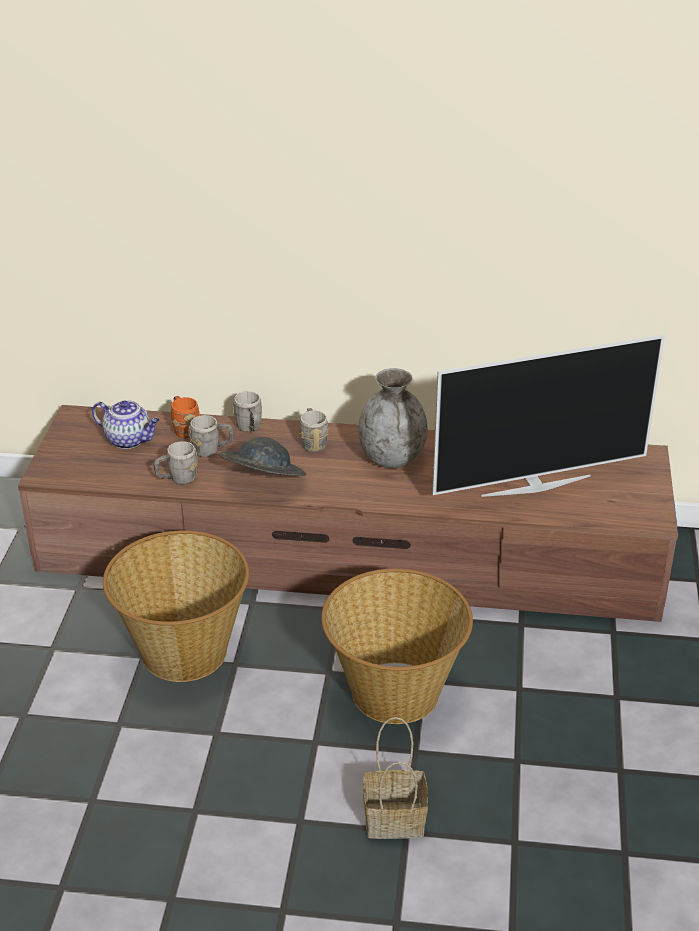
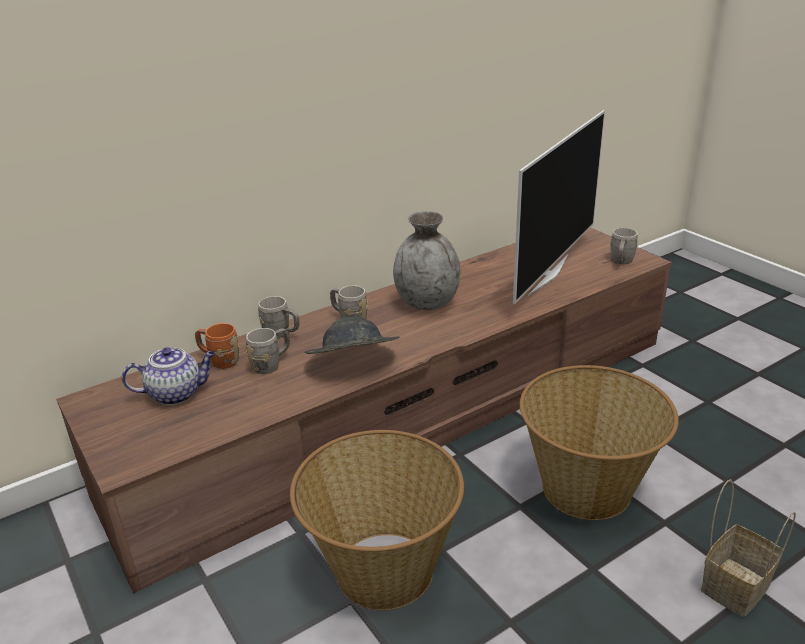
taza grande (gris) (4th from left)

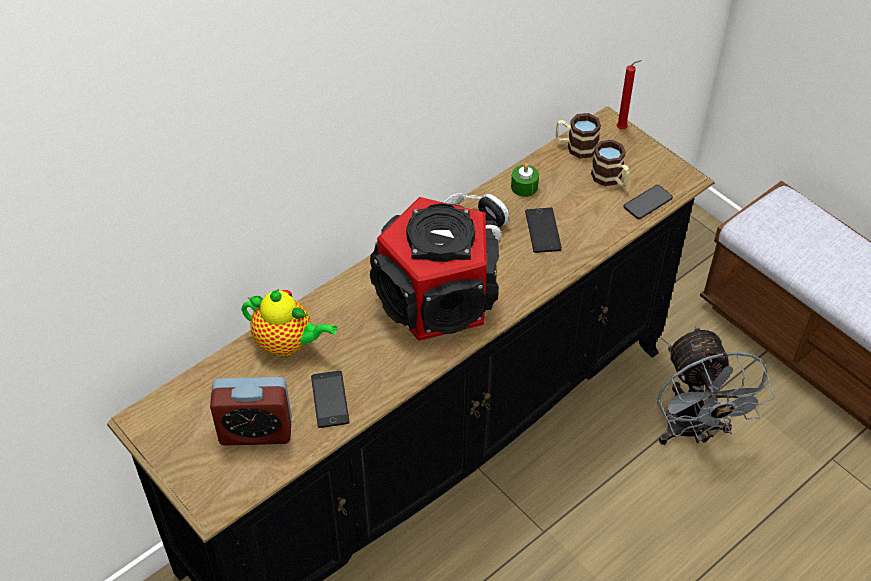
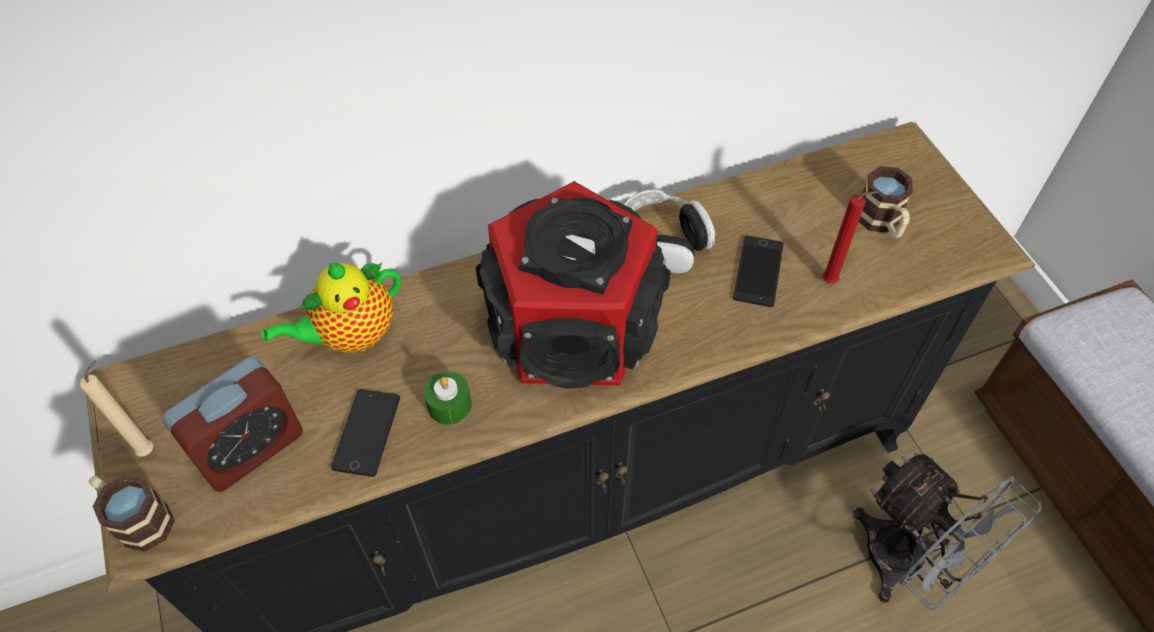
móvil (3rd from left in the first image); vela (beis); vela (verde); taza grande (1st from left); vela (rojo); despertador; tetera; ventilador (gris)

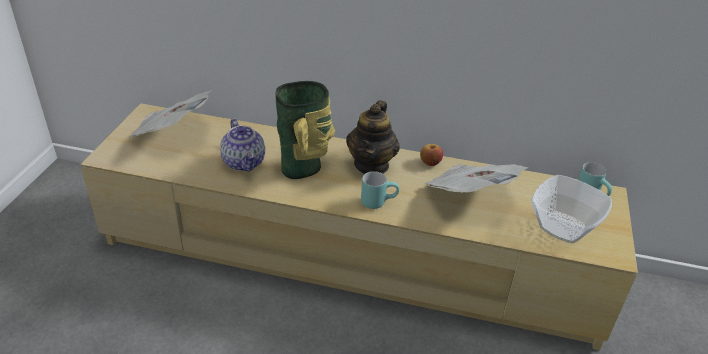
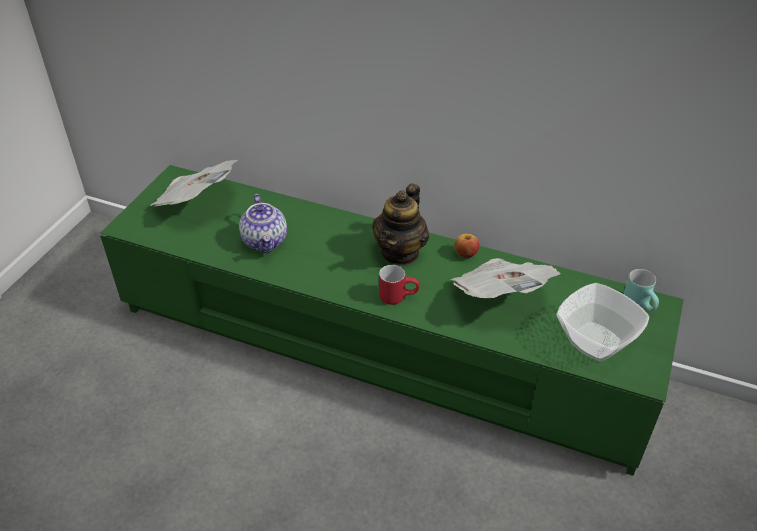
florero; mueble de televisión (verde); taza grande (rojo)

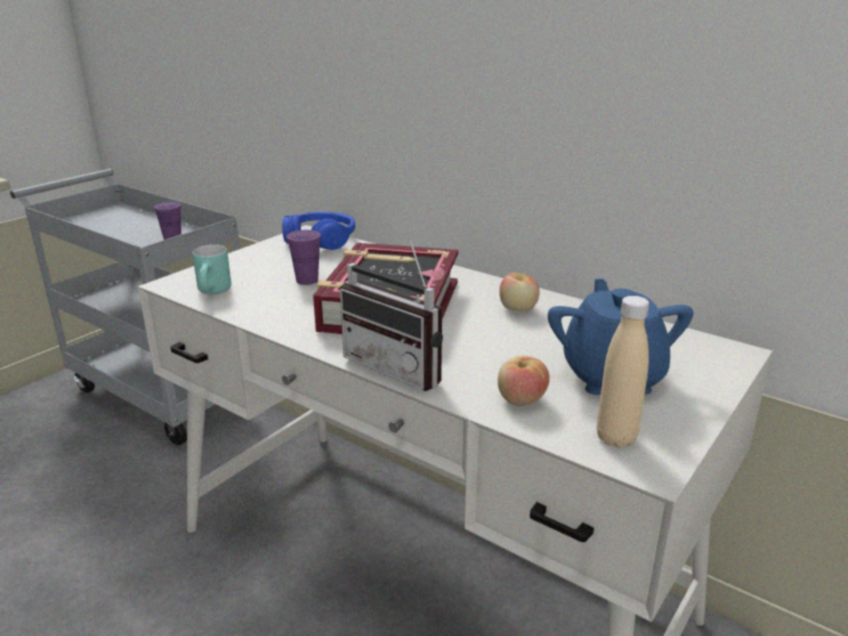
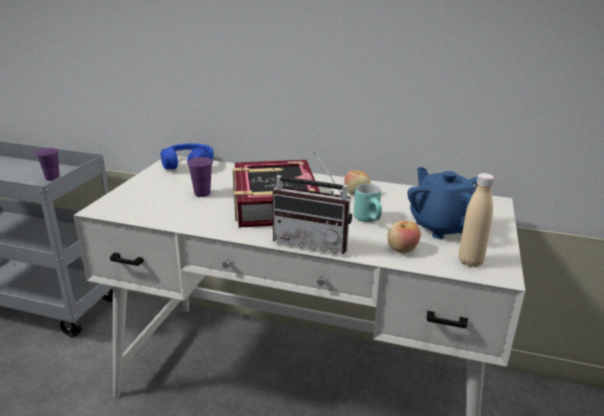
taza grande (turquesa)

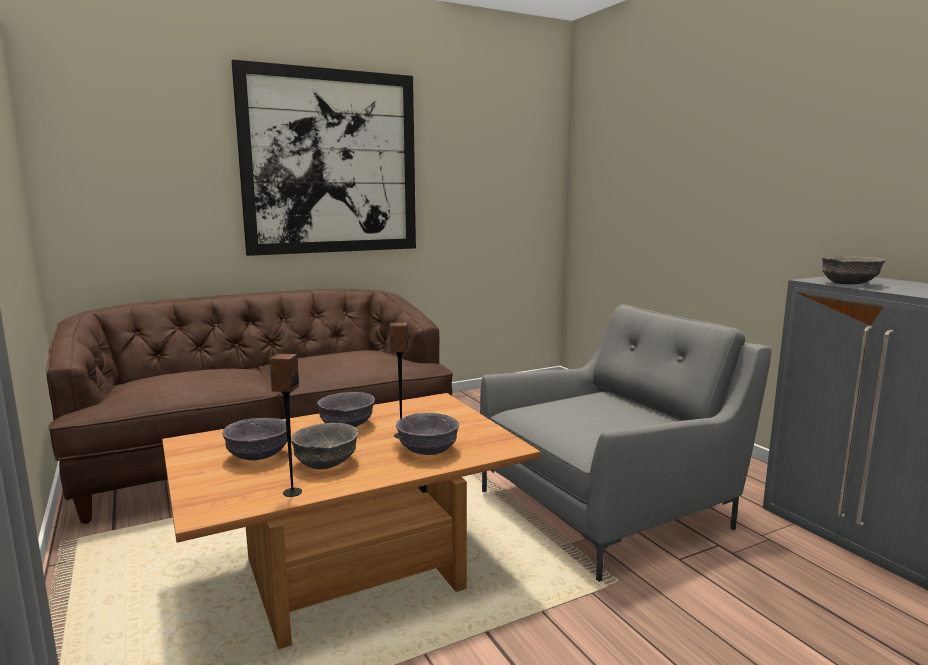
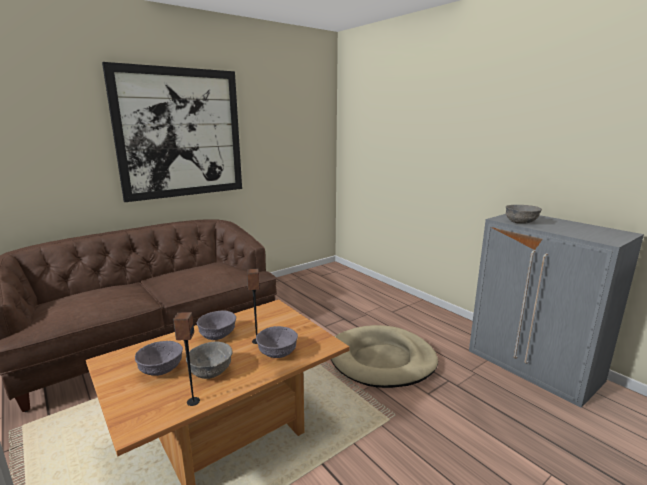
cama para perro (beis)

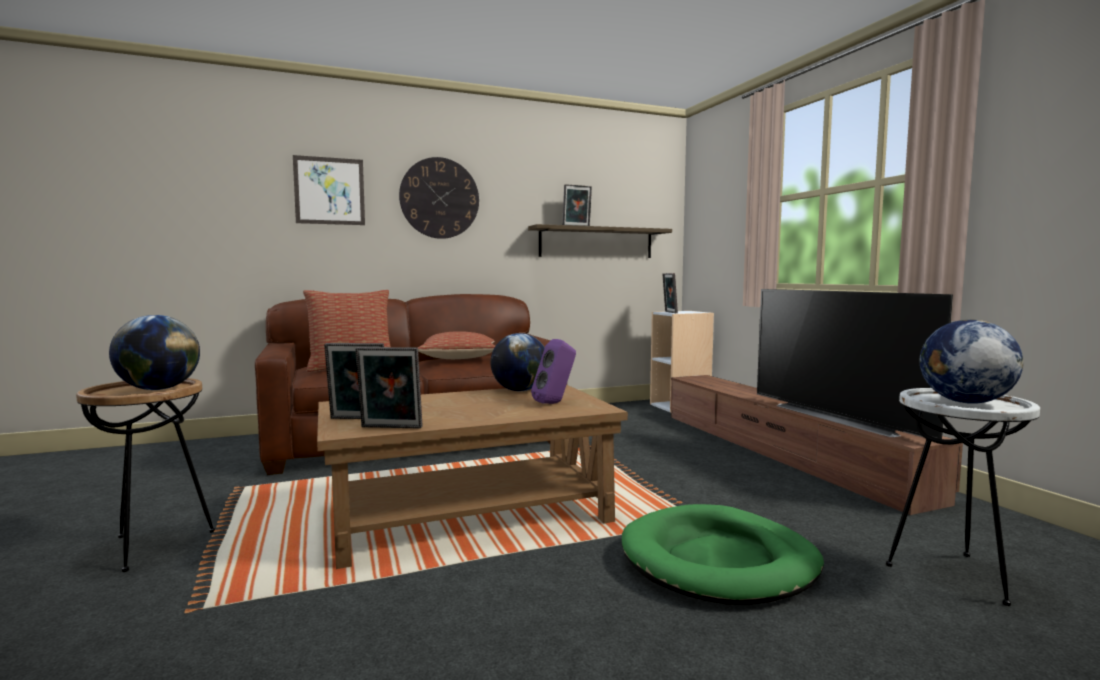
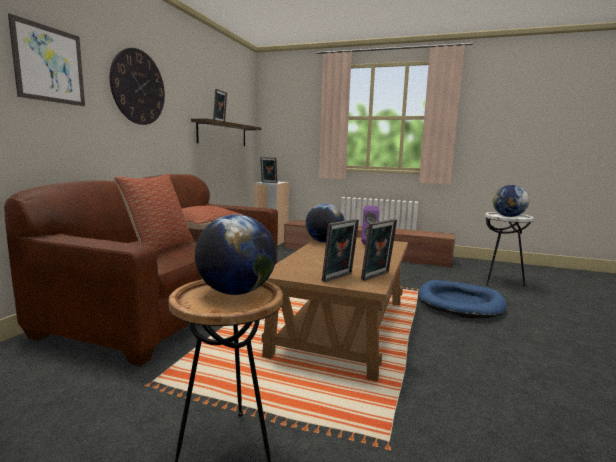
televisor; cama para perro (azul)

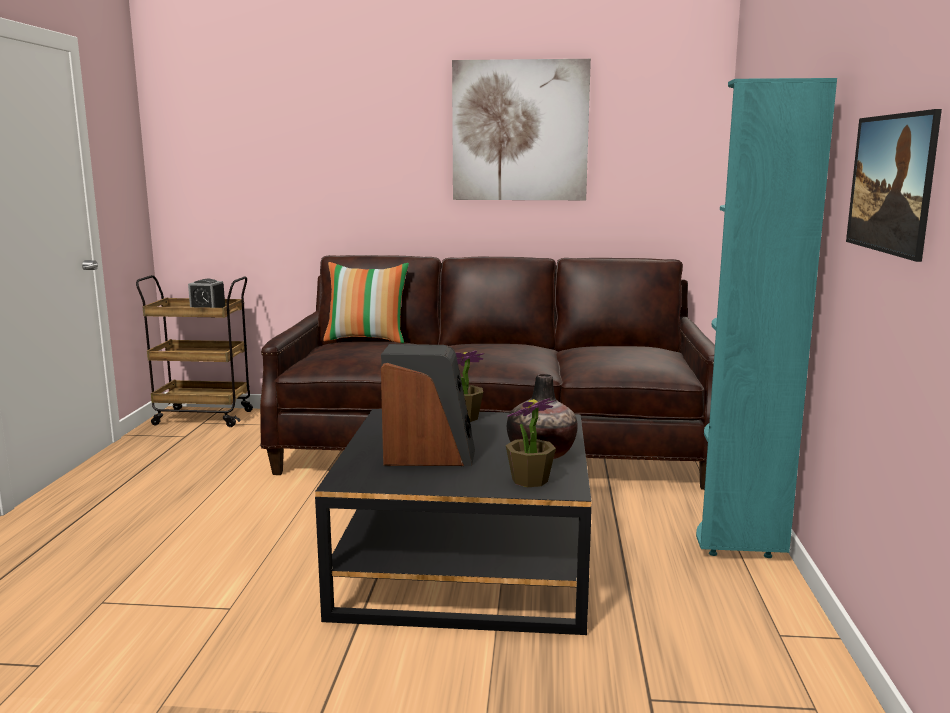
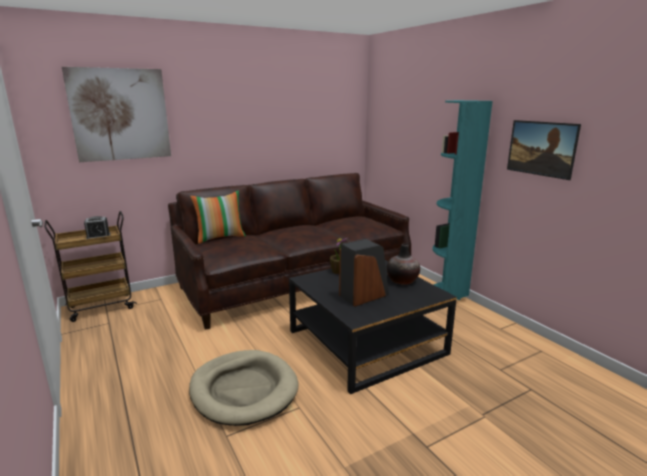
planta en maceta (2nd from left in the first image); cama para perro (beis); cuadro (1st from left)

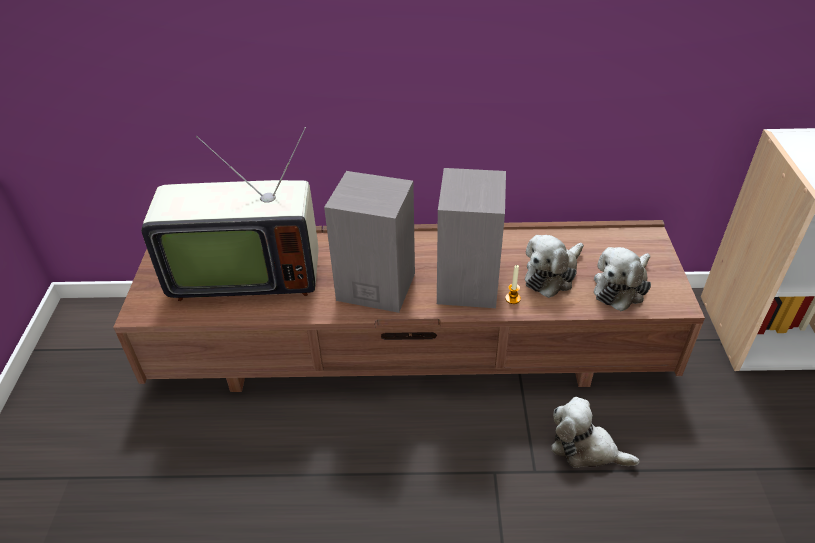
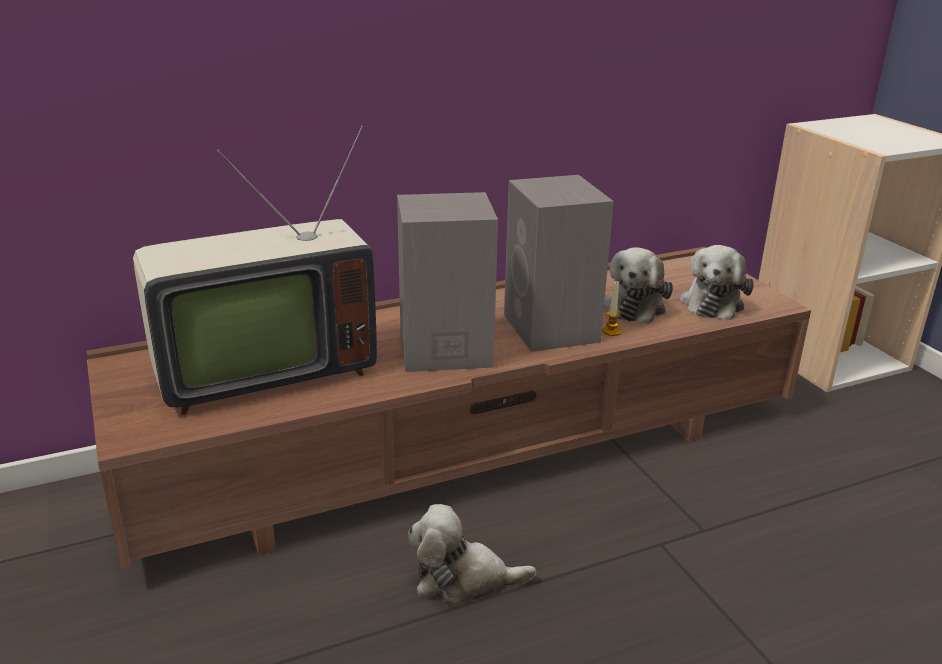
peluche (1st from left)

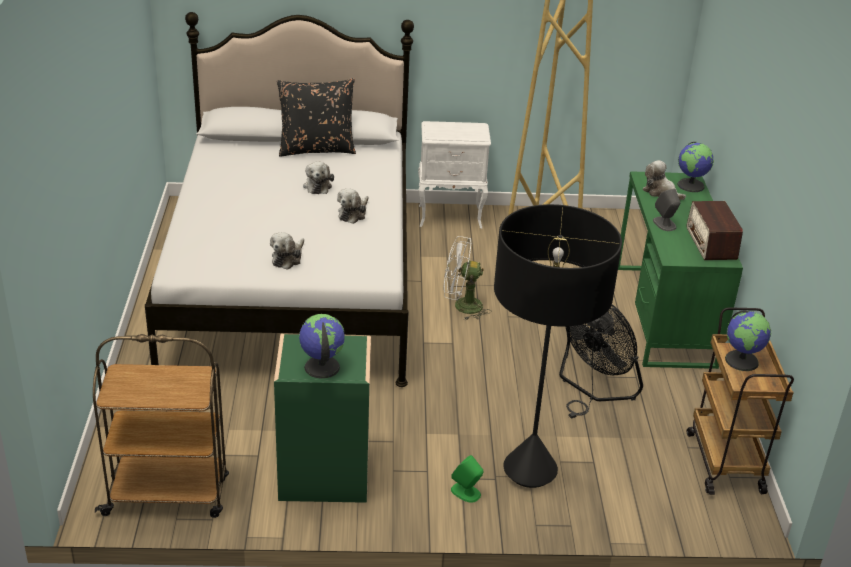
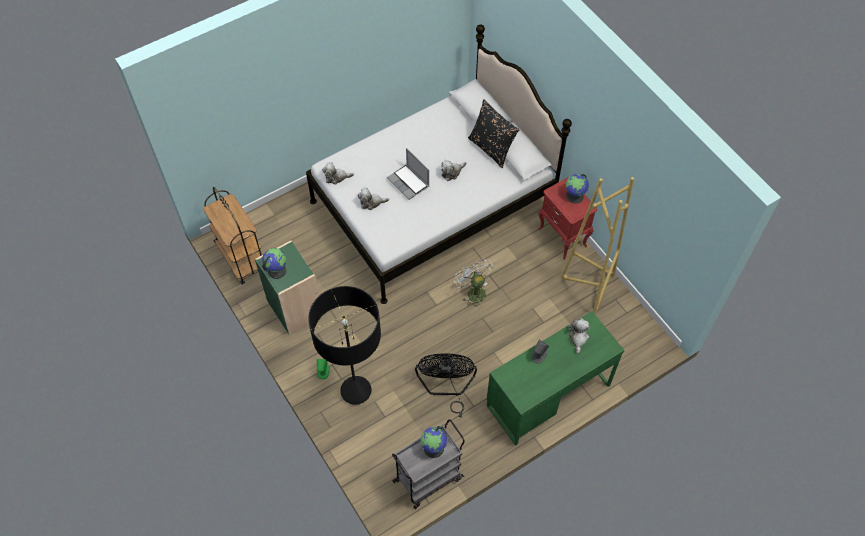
radio; portátil; peluche (1st from left); globo terráqueo (3rd from left); mesita de noche (rojo); carrito (gris); ventilador (negro)

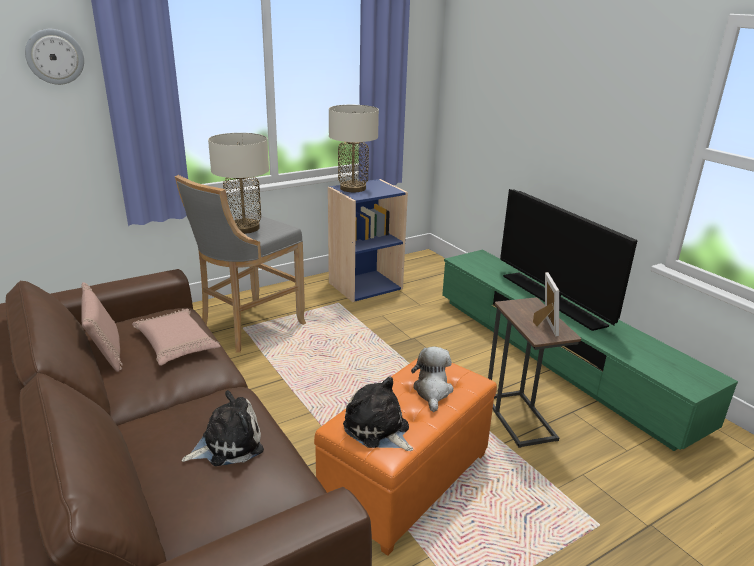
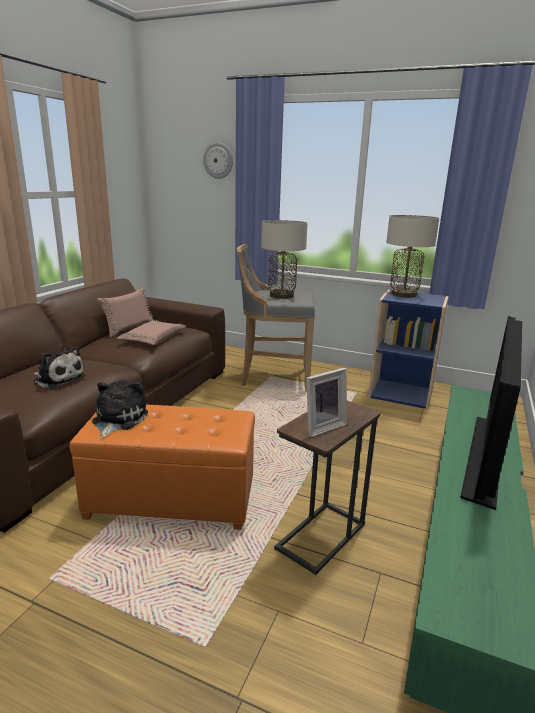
peluche (3rd from left in the first image)

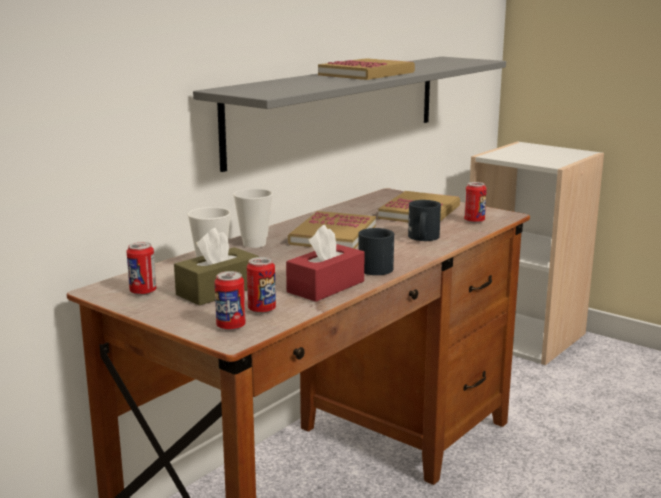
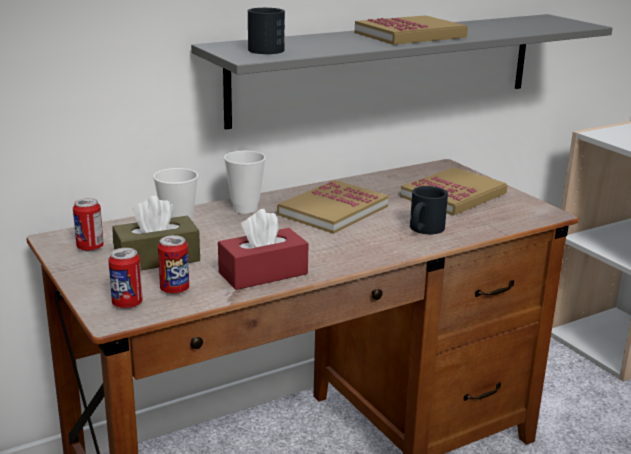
lata (4th from left in the first image); taza grande (negro) (1st from left)

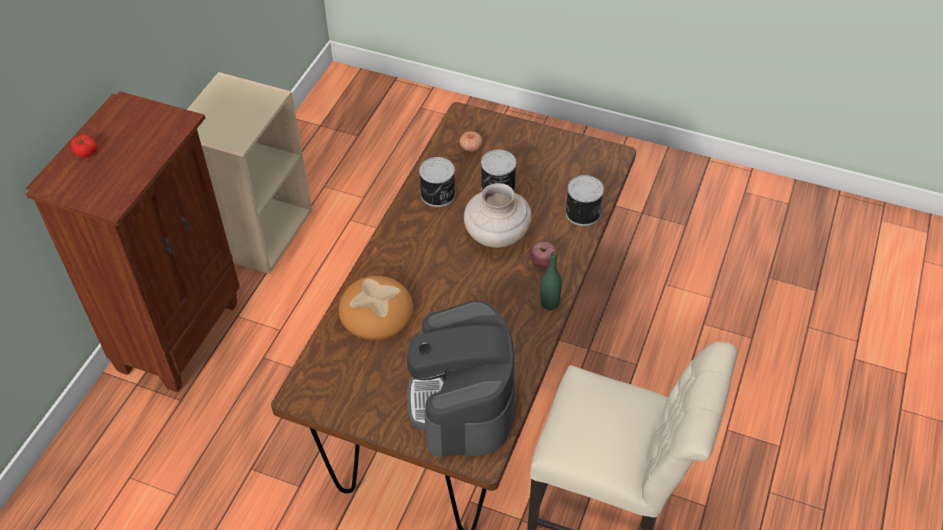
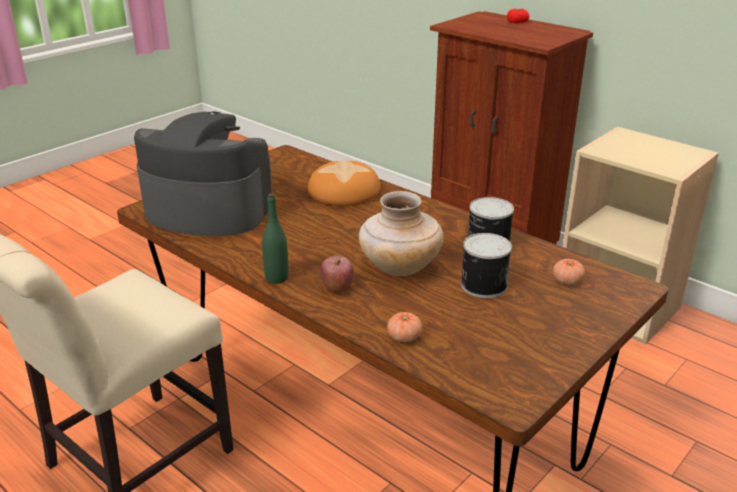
tomate (1st from left)

